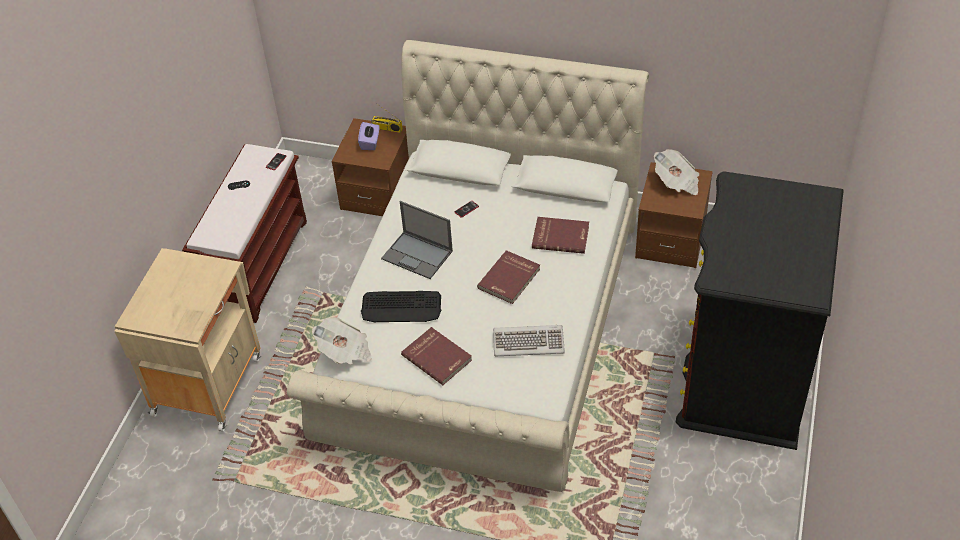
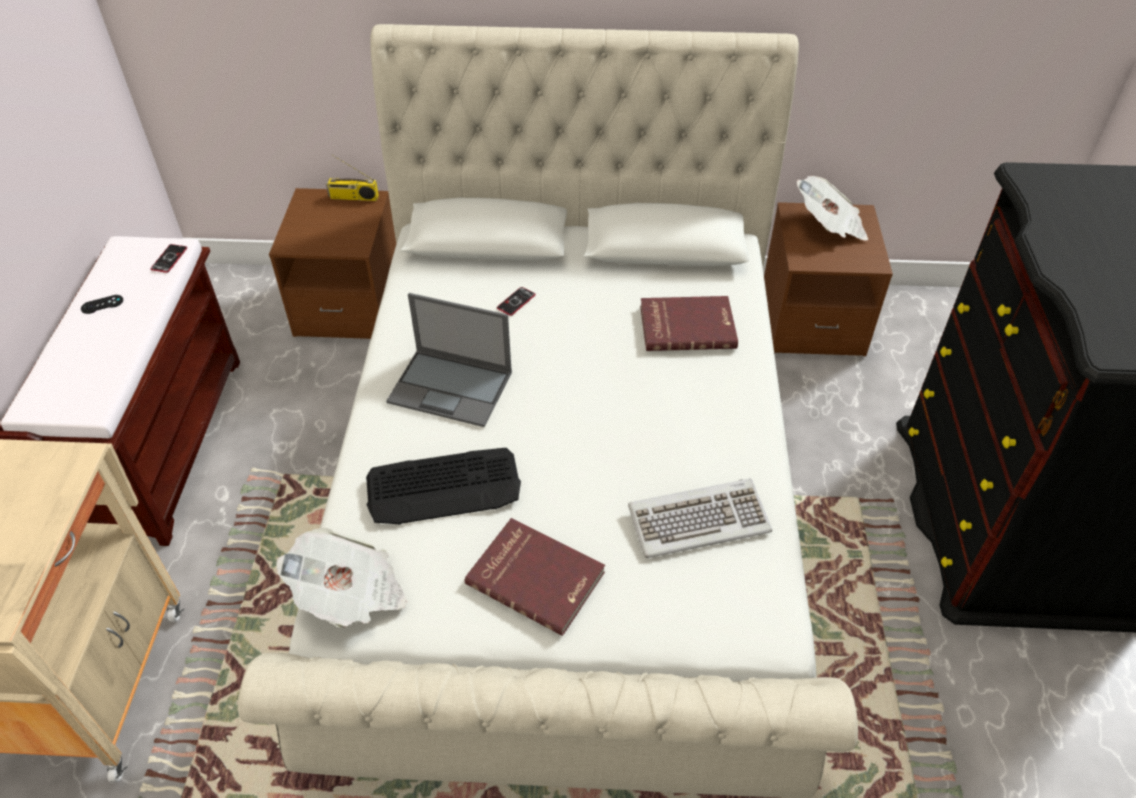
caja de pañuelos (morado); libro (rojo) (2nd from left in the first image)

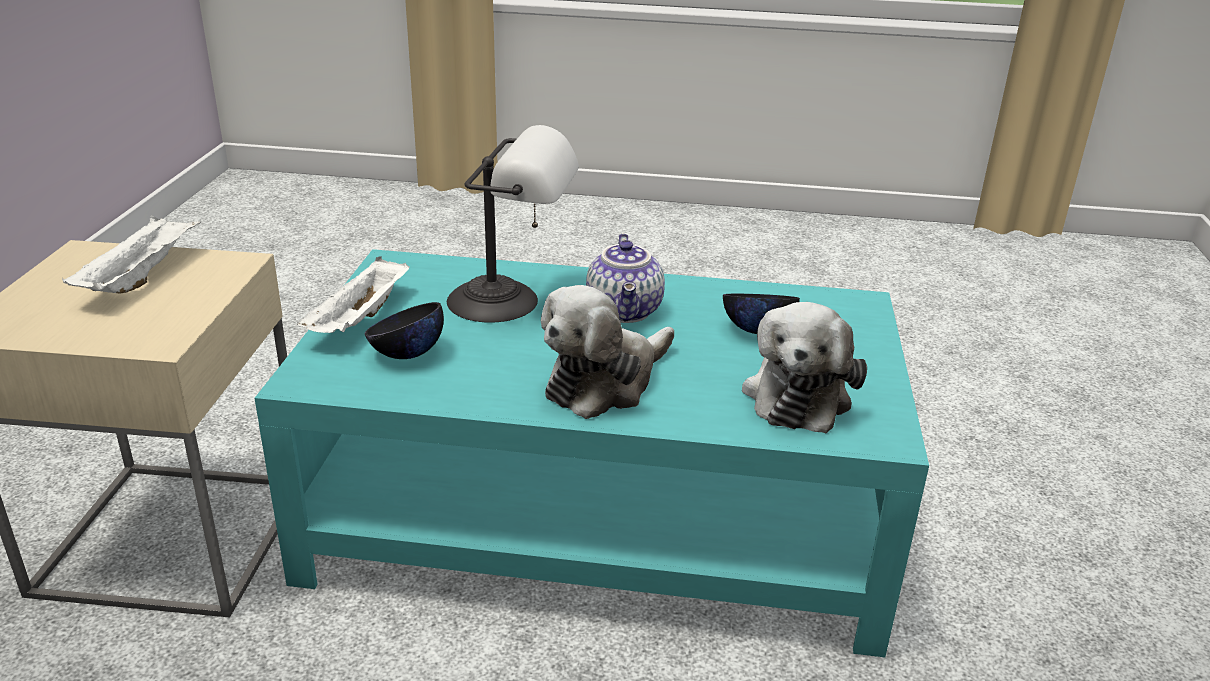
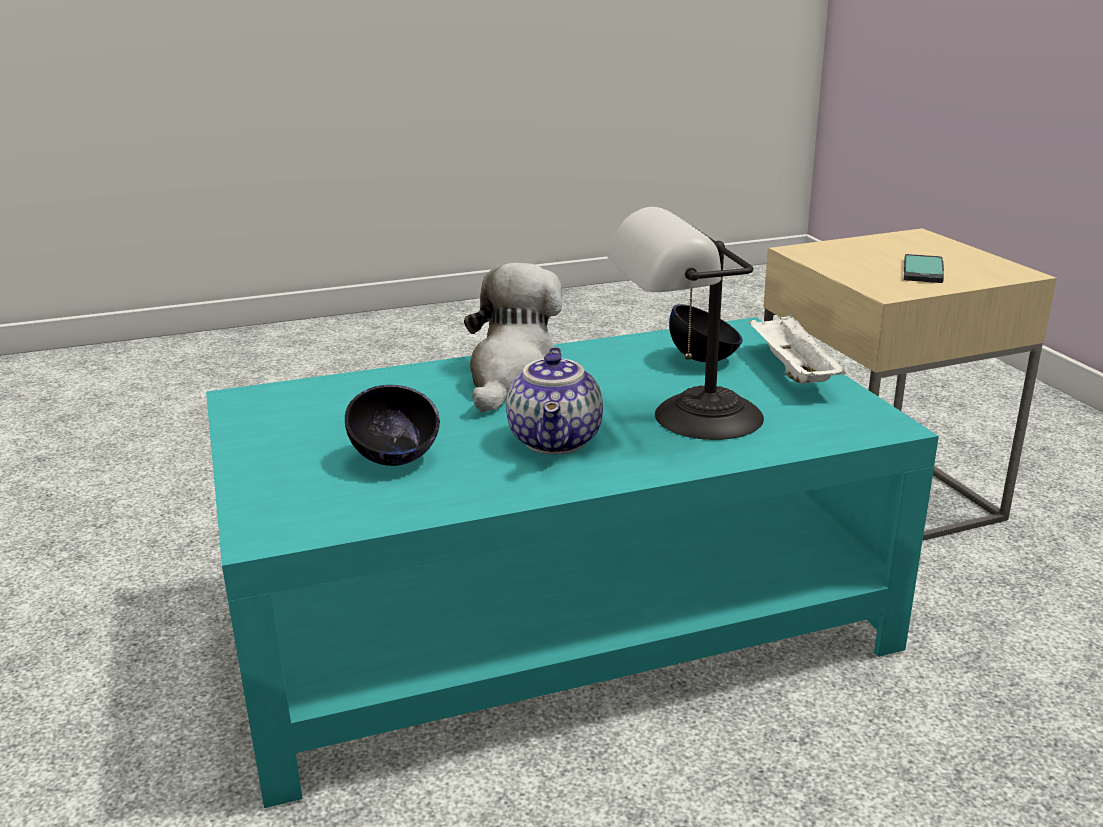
peluche (2nd from left in the first image); móvil; tetera

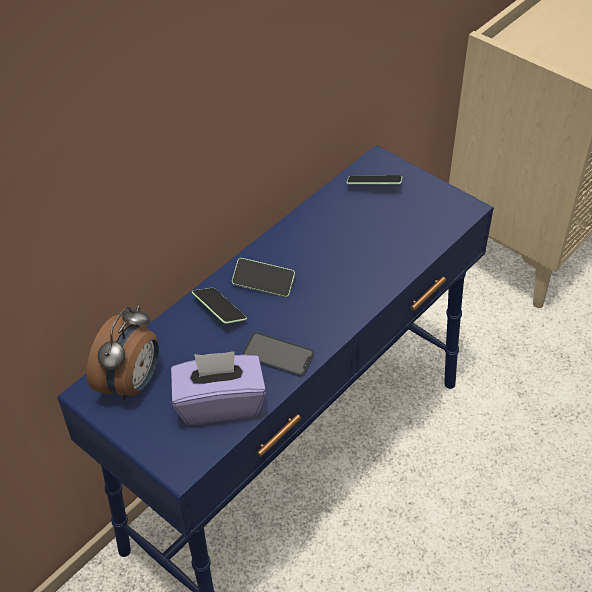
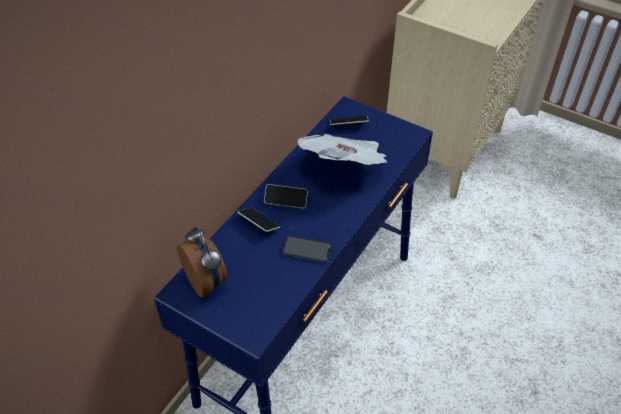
caja de pañuelos (morado); periódico; despertador

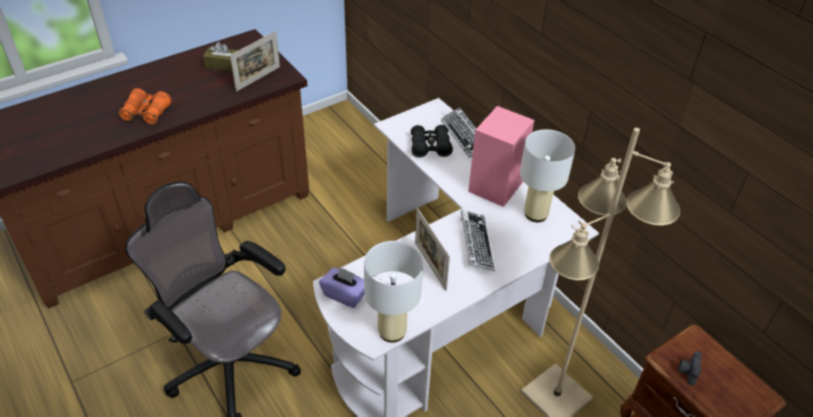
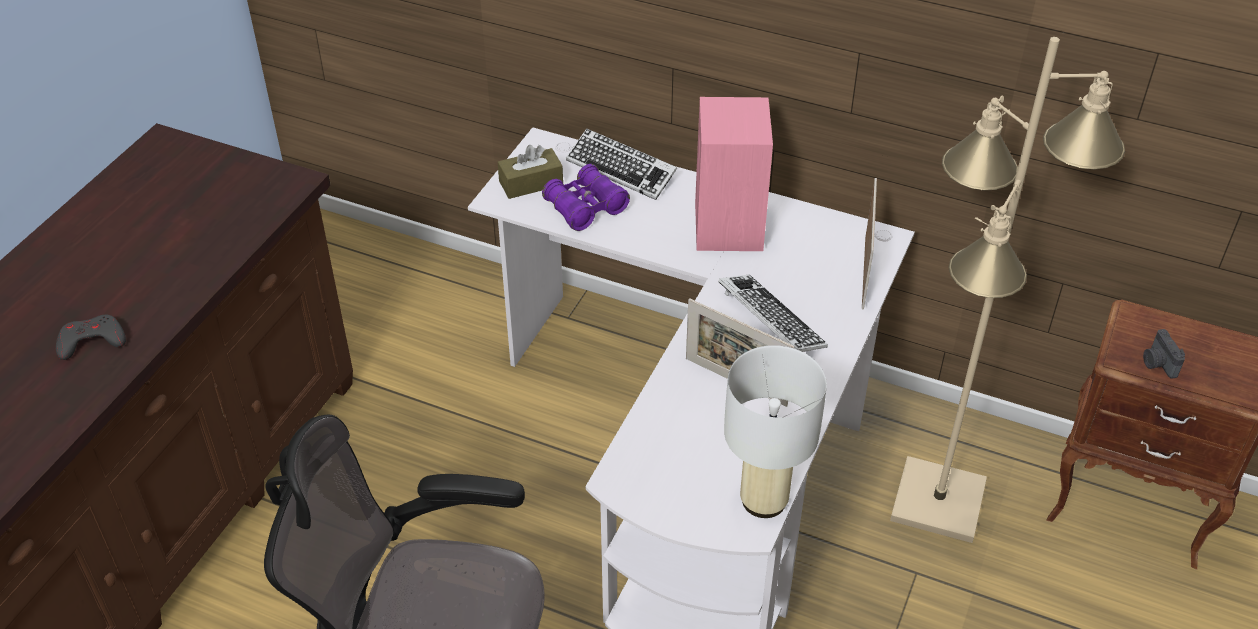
caja de pañuelos (morado); lámpara de mesa (blanco) (2nd from left in the first image); caja de pañuelos (marrón); portarretratos (2nd from left); mando de consola (gris); prismáticos (morado)

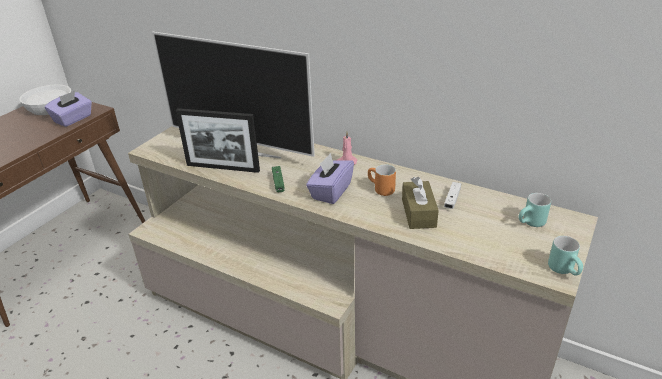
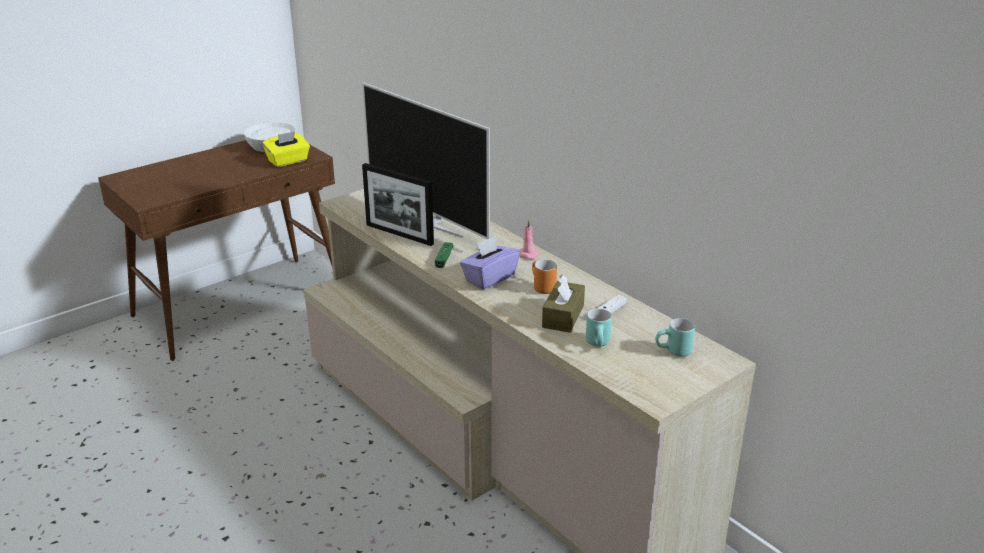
taza grande (turquesa) (1st from left); caja de pañuelos (amarillo)

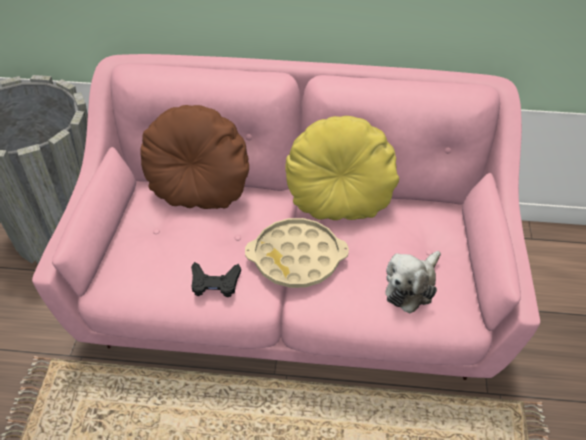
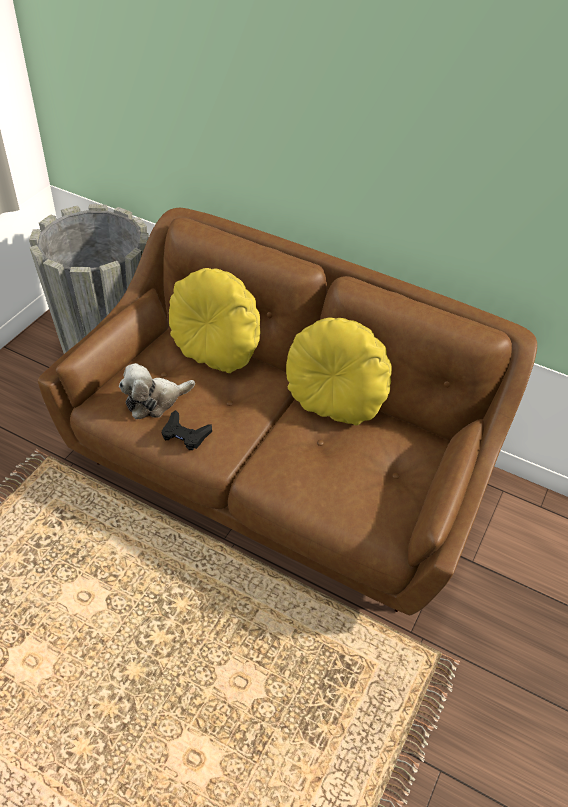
bandeja (beis); peluche; sofá (marrón); cojín (amarillo) (1st from left)

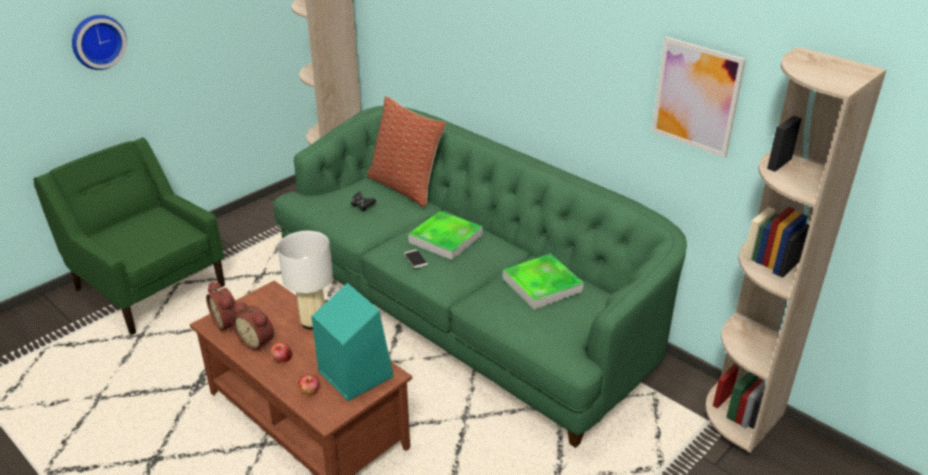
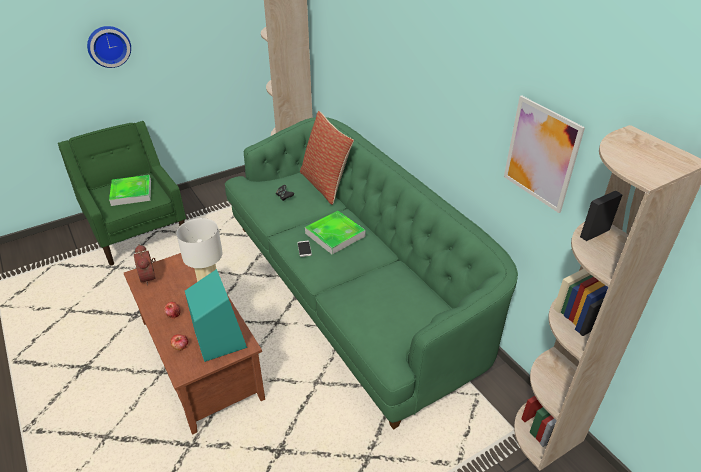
despertador (2nd from left in the first image); bandeja (1st from left)

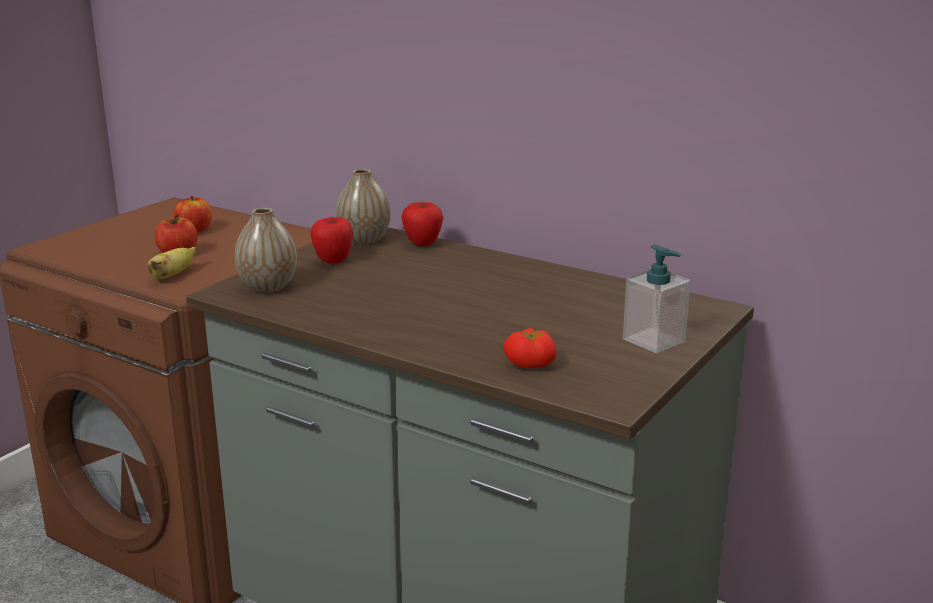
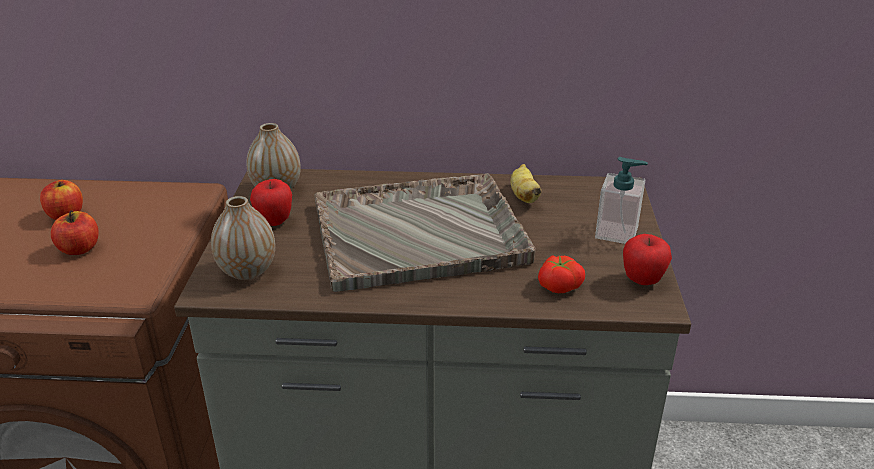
bandeja (gris); plátano; manzana (4th from left)

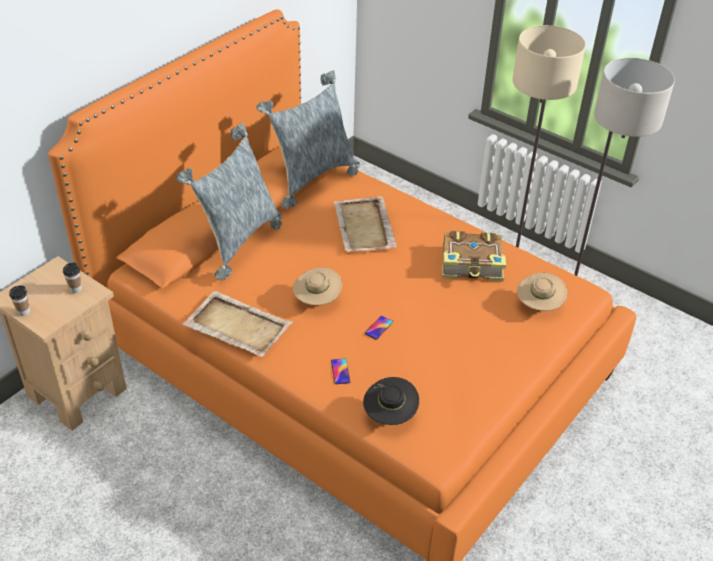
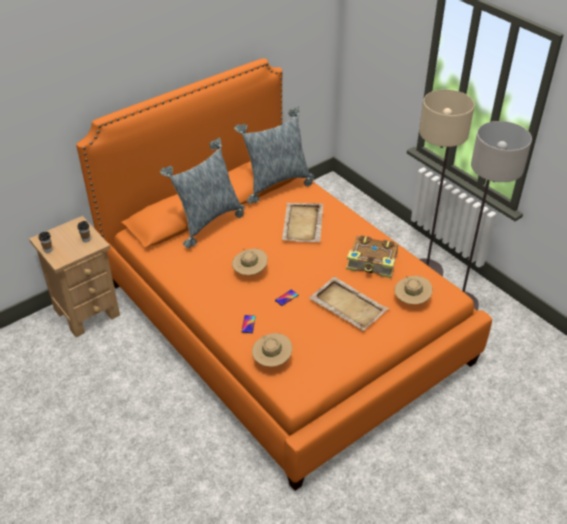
bandeja (beis) (2nd from left); sombrero (beis) (2nd from left)

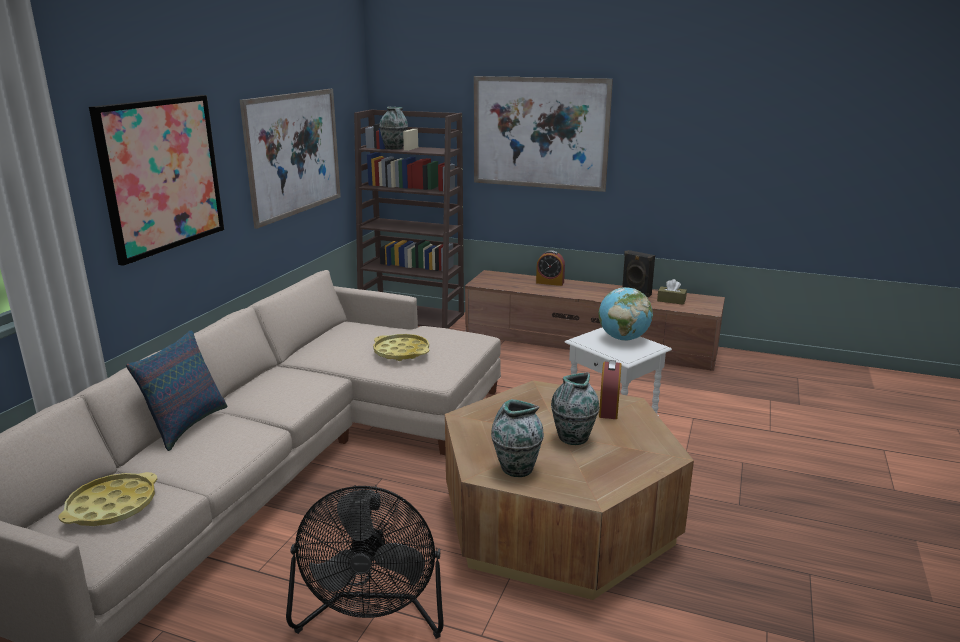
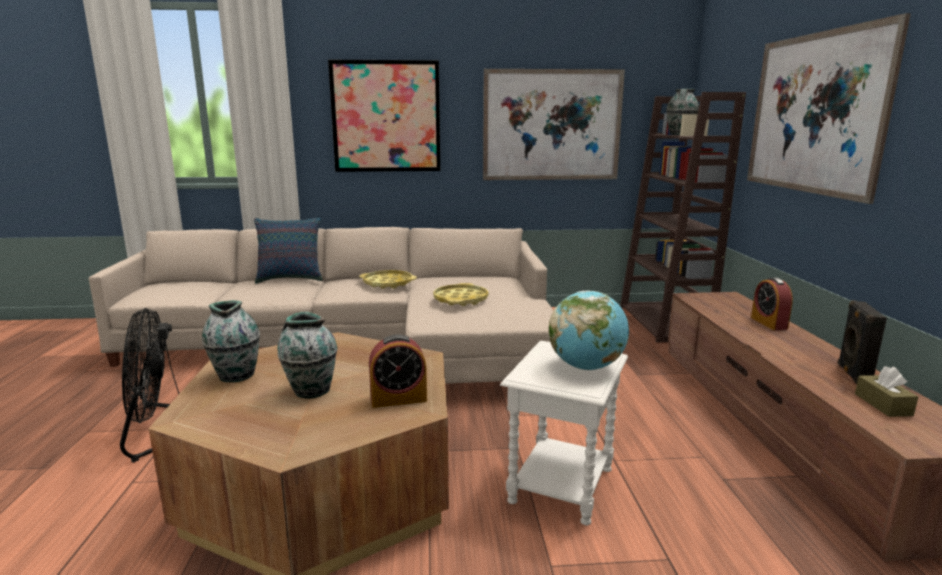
bandeja (amarillo) (1st from left)

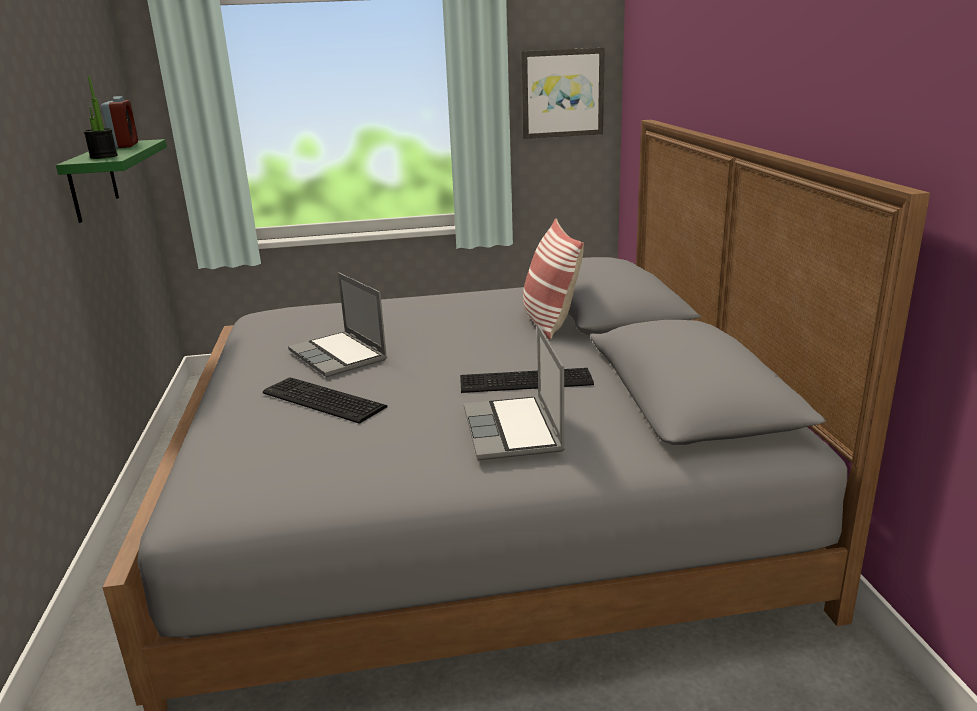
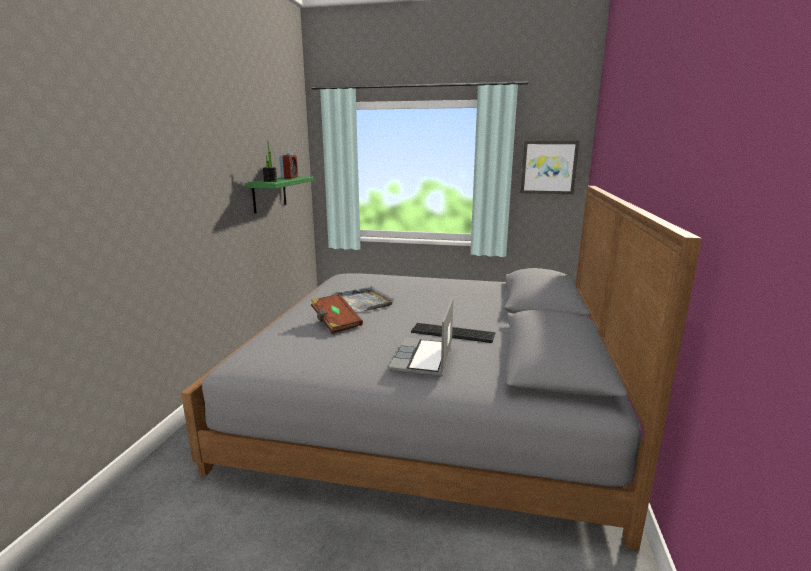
cojín; libro (marrón); bandeja (gris)

